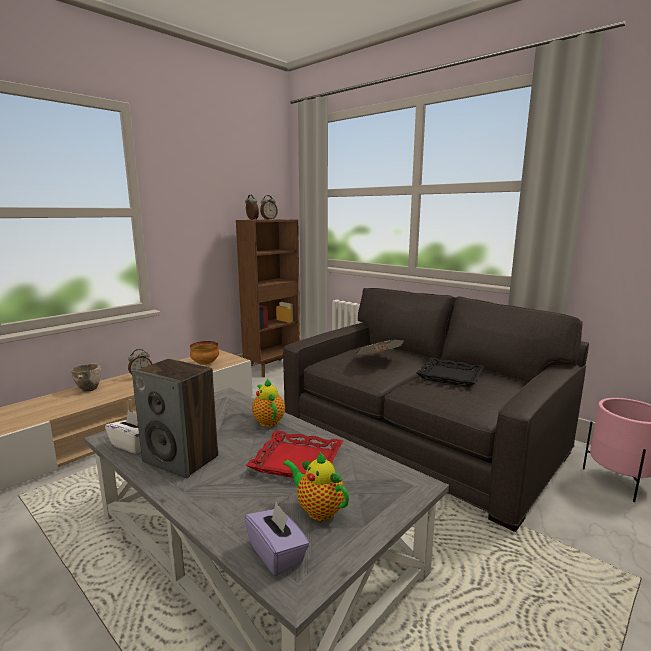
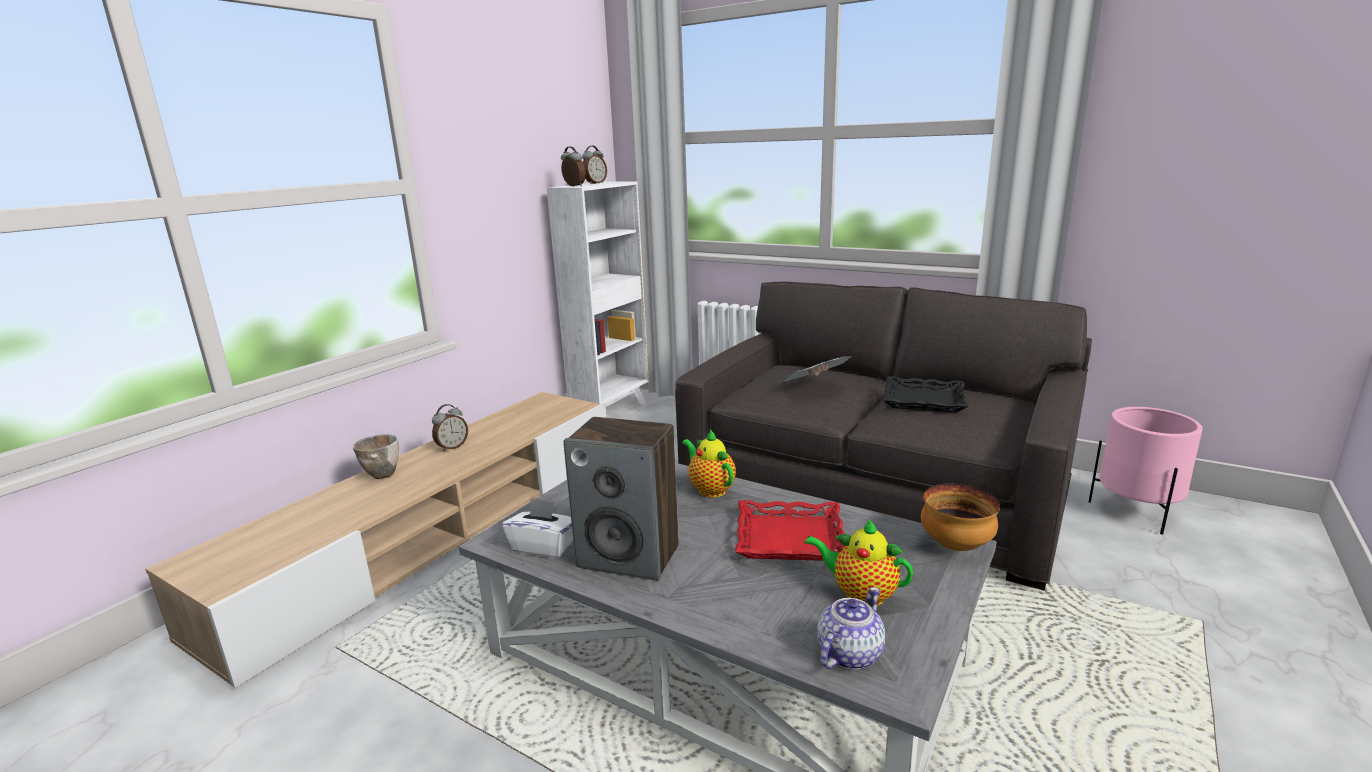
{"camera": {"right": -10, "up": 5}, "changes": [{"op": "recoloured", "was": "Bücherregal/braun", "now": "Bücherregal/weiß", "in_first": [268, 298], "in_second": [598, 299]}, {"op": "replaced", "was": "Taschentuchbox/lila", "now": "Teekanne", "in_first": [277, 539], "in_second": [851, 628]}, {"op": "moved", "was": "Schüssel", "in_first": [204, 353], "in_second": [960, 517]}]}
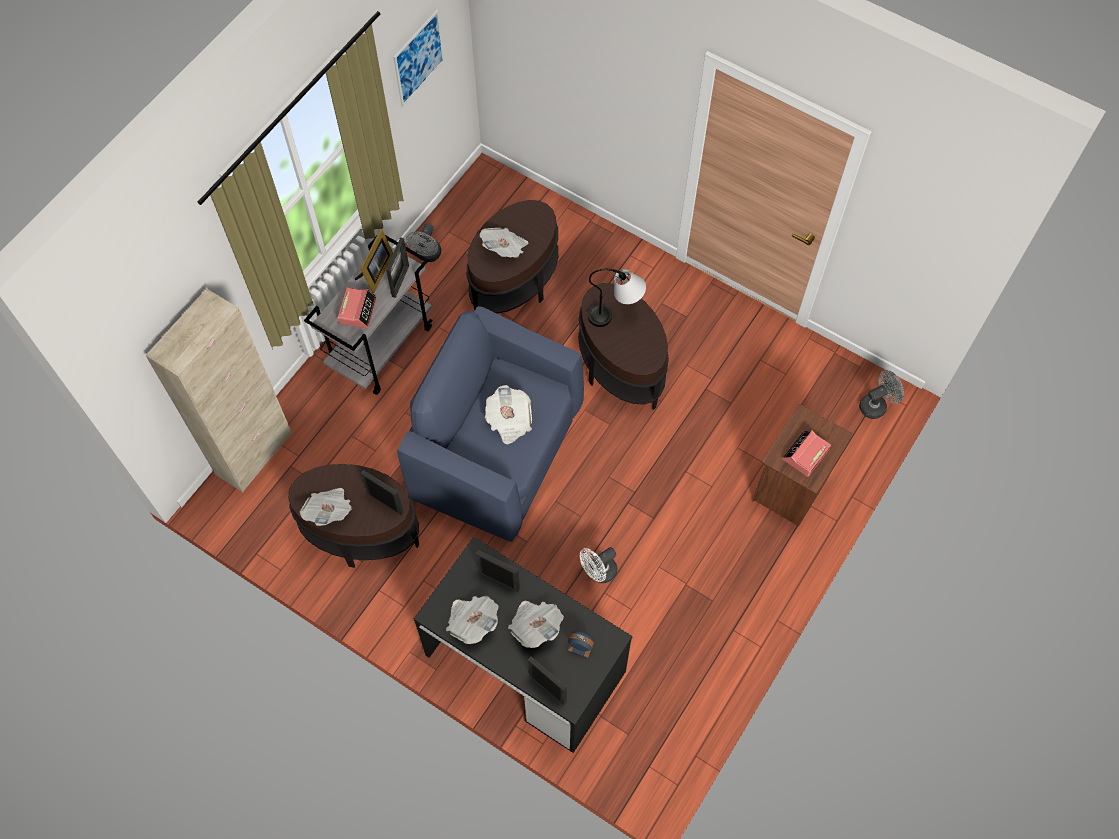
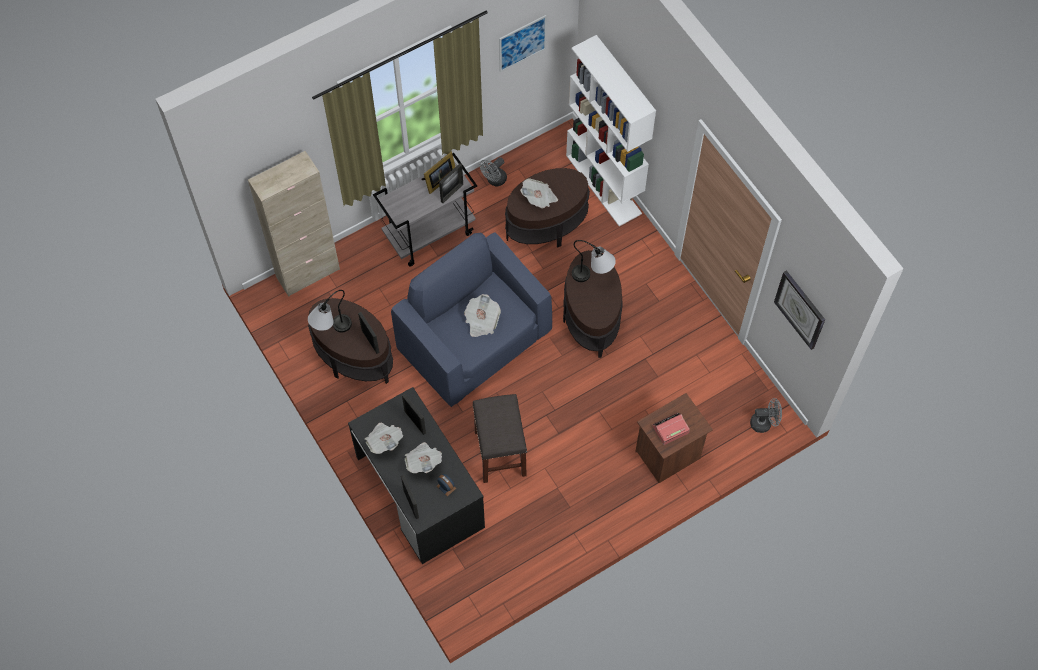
{"camera": {"right": 25, "up": 0}, "changes": [{"op": "replaced", "was": "Zeitung", "now": "Tischlampe", "in_first": [326, 507], "in_second": [330, 311]}, {"op": "replaced", "was": "Ventilator/weiß", "now": "Hocker/grau", "in_first": [599, 565], "in_second": [499, 438]}, {"op": "added", "now": "Bücherregal/weiß", "in_second": [611, 130]}, {"op": "added", "now": "Wanduhr", "in_second": [799, 310]}, {"op": "removed", "was": "Wecker", "in_first": [357, 307]}]}
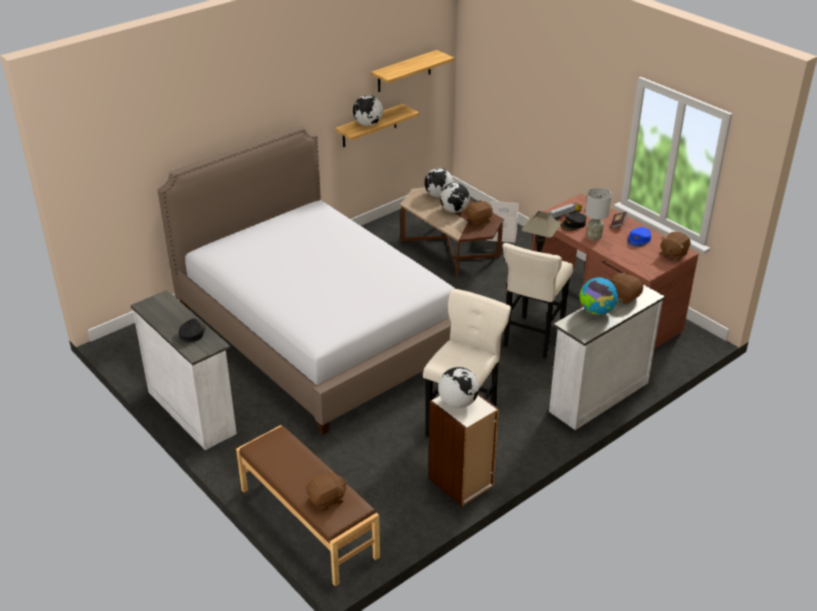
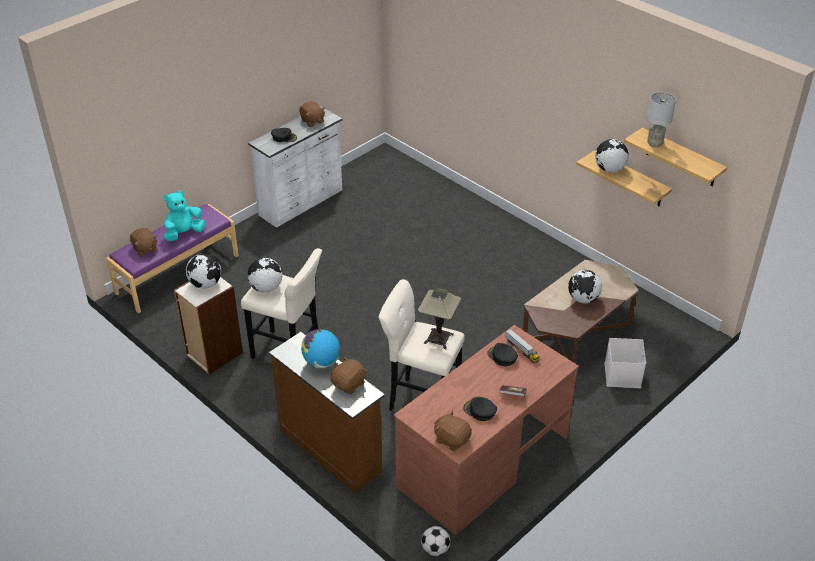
{"camera": {"right": 85, "up": 5}, "changes": [{"op": "recoloured", "was": "Bank/braun", "now": "Bank/lila", "in_first": [308, 505], "in_second": [172, 258]}, {"op": "added", "now": "Plüschtier/türkis", "in_second": [184, 215]}, {"op": "moved", "was": "Globus", "in_first": [438, 182], "in_second": [264, 275]}, {"op": "recoloured", "was": "Kommode/weiß", "now": "Kommode/braun", "in_first": [607, 357], "in_second": [327, 412]}, {"op": "moved", "was": "Plüschtier/braun", "in_first": [479, 213], "in_second": [312, 114]}, {"op": "added", "now": "Fußball", "in_second": [435, 541]}, {"op": "recoloured", "was": "Kappe/blau", "now": "Kappe/schwarz", "in_first": [639, 237], "in_second": [480, 409]}, {"op": "moved", "was": "Tischlampe/grau", "in_first": [598, 214], "in_second": [661, 119]}, {"op": "removed", "was": "Bett", "in_first": [306, 280]}]}
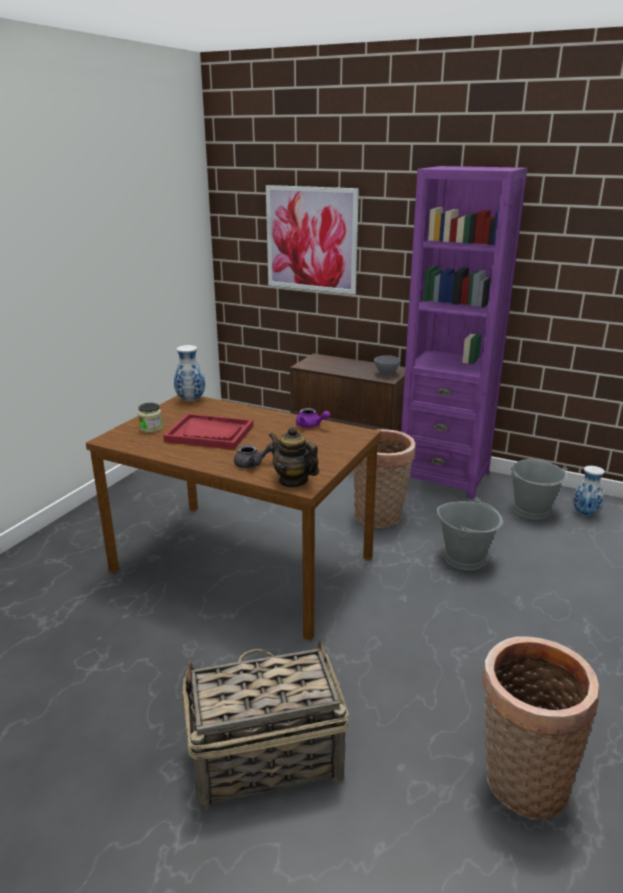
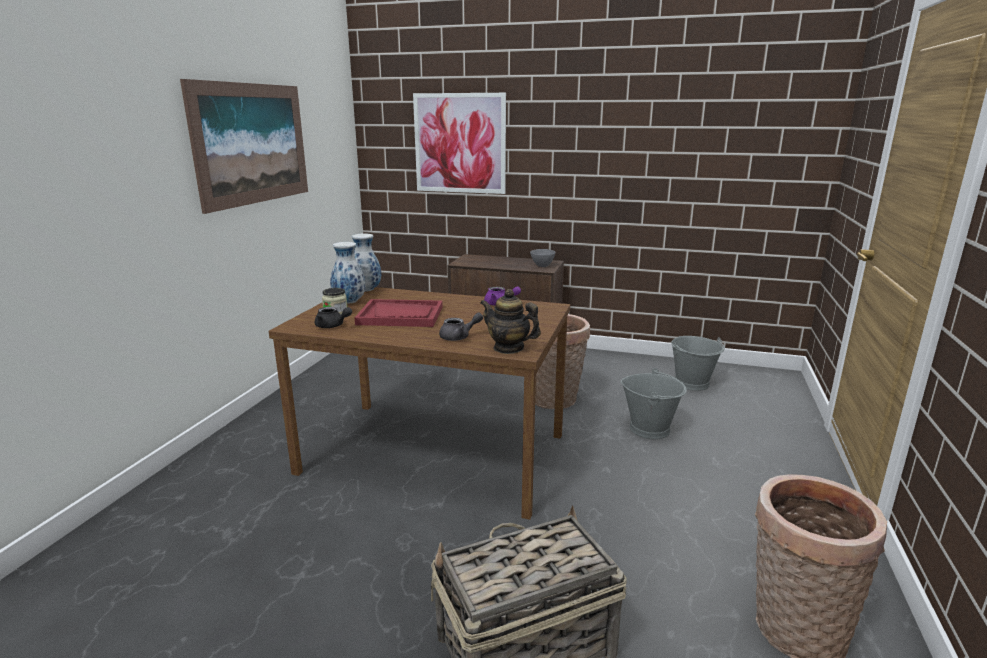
{"camera": {"right": -10, "up": -5}, "changes": [{"op": "added", "now": "Bild", "in_second": [244, 146]}, {"op": "added", "now": "Teekanne/schwarz", "in_second": [333, 317]}, {"op": "moved", "was": "Vase", "in_first": [589, 491], "in_second": [347, 273]}, {"op": "removed", "was": "Bücherregal/lila", "in_first": [464, 332]}]}
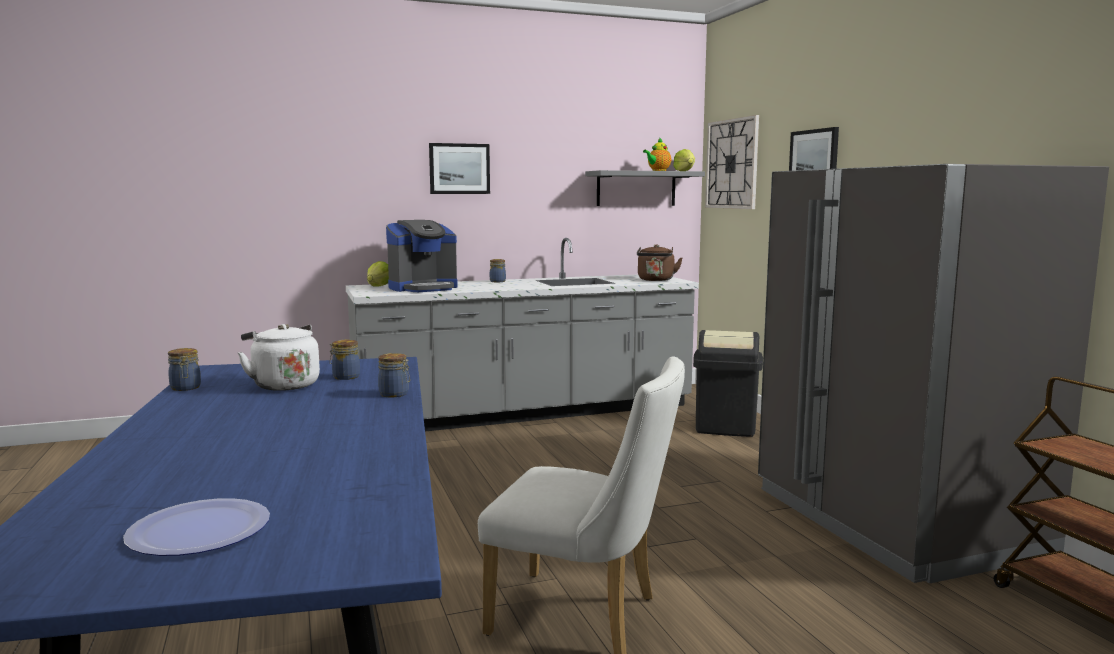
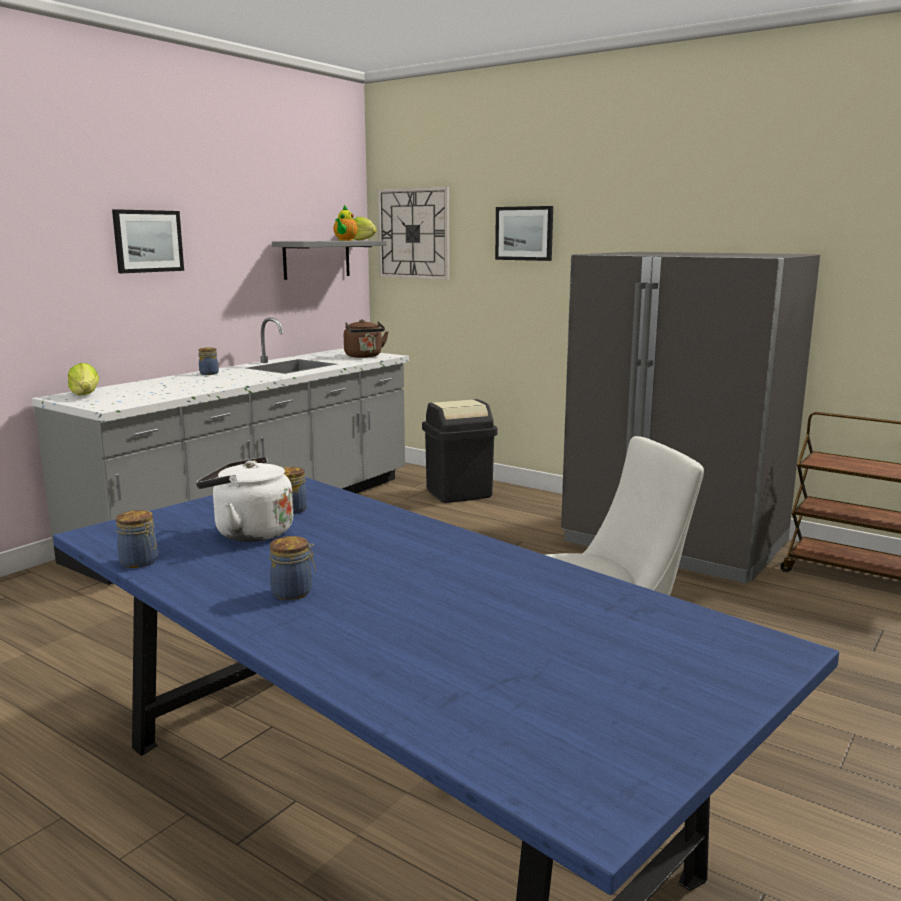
{"camera": {"right": -35, "up": 5}, "changes": [{"op": "moved", "was": "Vorratsglas", "in_first": [394, 375], "in_second": [293, 568]}, {"op": "removed", "was": "Teller", "in_first": [196, 527]}, {"op": "removed", "was": "Kaffeemaschine", "in_first": [422, 256]}]}
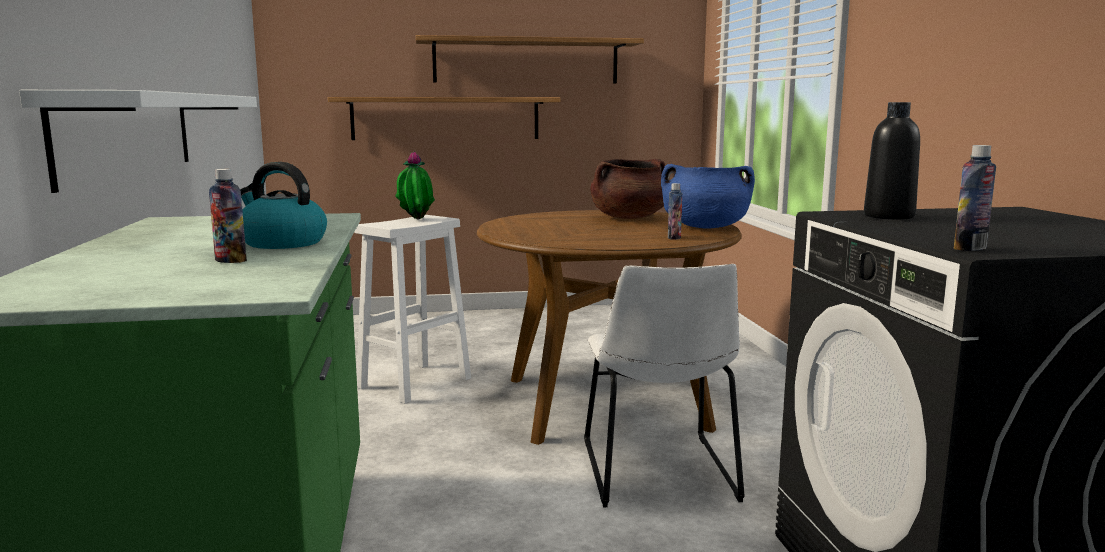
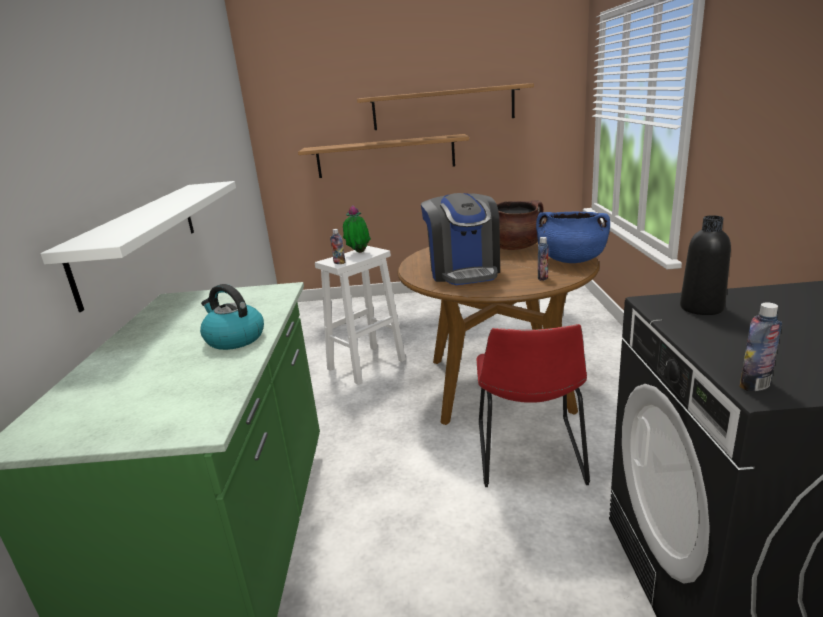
{"camera": {"right": 10, "up": 10}, "changes": [{"op": "moved", "was": "Flasche", "in_first": [228, 216], "in_second": [337, 246]}, {"op": "added", "now": "Kaffeemaschine", "in_second": [460, 239]}, {"op": "recoloured", "was": "Stuhl/weiß", "now": "Stuhl/rot", "in_first": [664, 385], "in_second": [533, 405]}]}
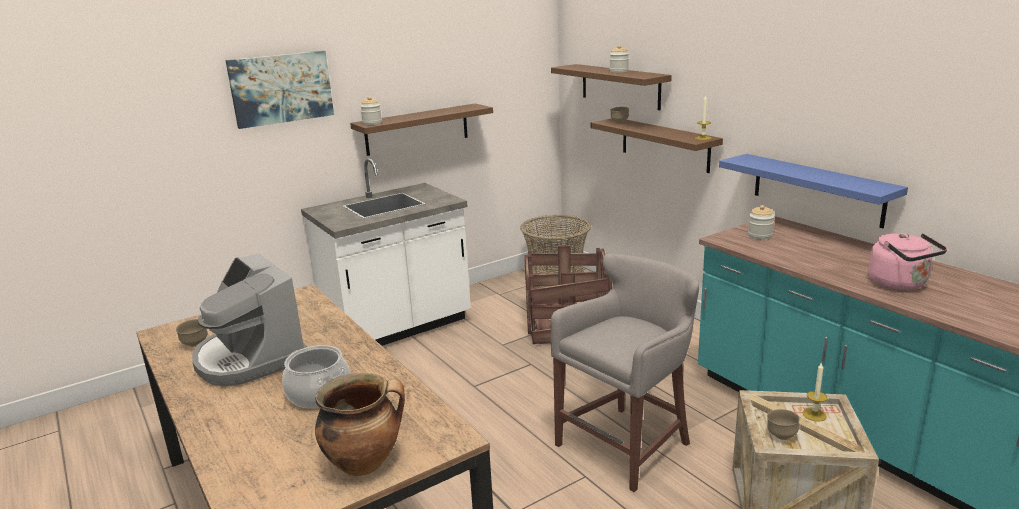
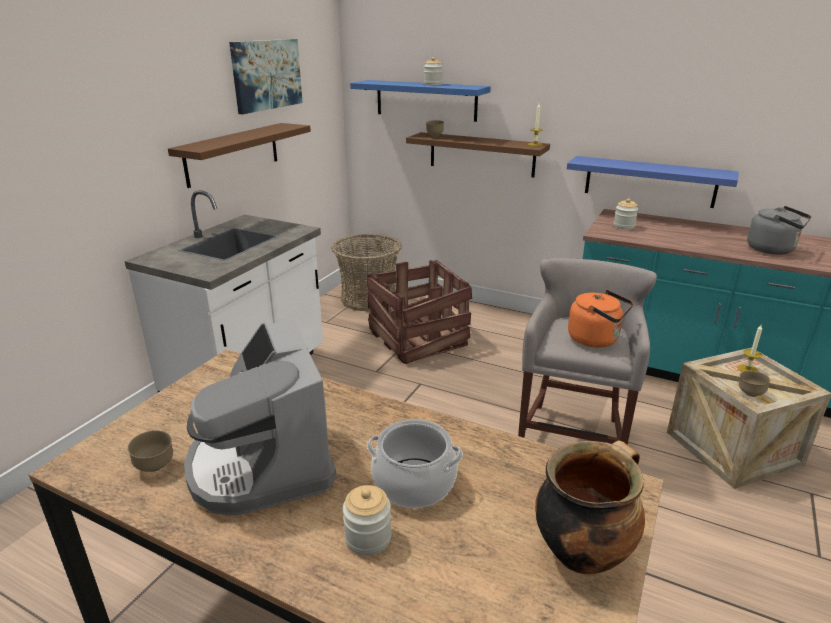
{"camera": {"right": -30, "up": 5}, "changes": [{"op": "turned", "was": "Kaffeemaschine", "in_first": [249, 320], "in_second": [260, 417], "clockwise": 45}, {"op": "moved", "was": "Bild", "in_first": [279, 90], "in_second": [266, 76]}, {"op": "moved", "was": "Vorratsglas", "in_first": [371, 110], "in_second": [367, 520]}, {"op": "recoloured", "was": "Wandregal/braun", "now": "Wandregal/blau", "in_first": [611, 87], "in_second": [420, 101]}, {"op": "added", "now": "Wasserkessel/orange", "in_second": [600, 318]}, {"op": "recoloured", "was": "Wasserkessel/rosa", "now": "Wasserkessel/grau", "in_first": [908, 261], "in_second": [779, 230]}]}
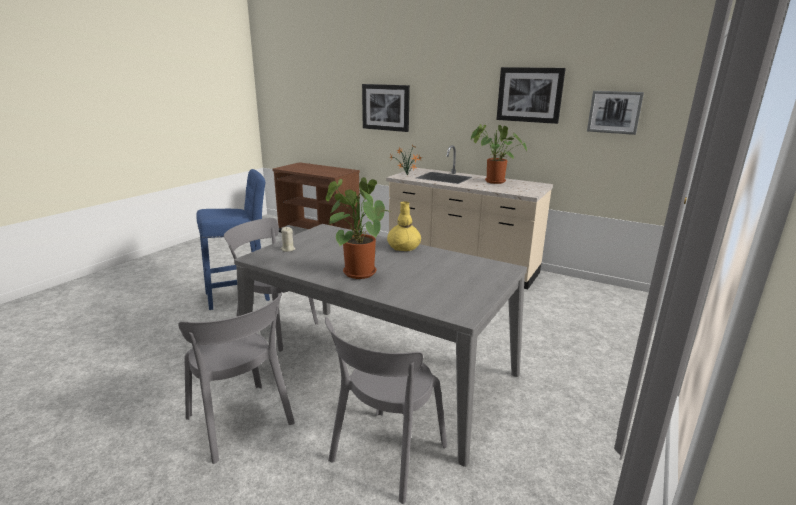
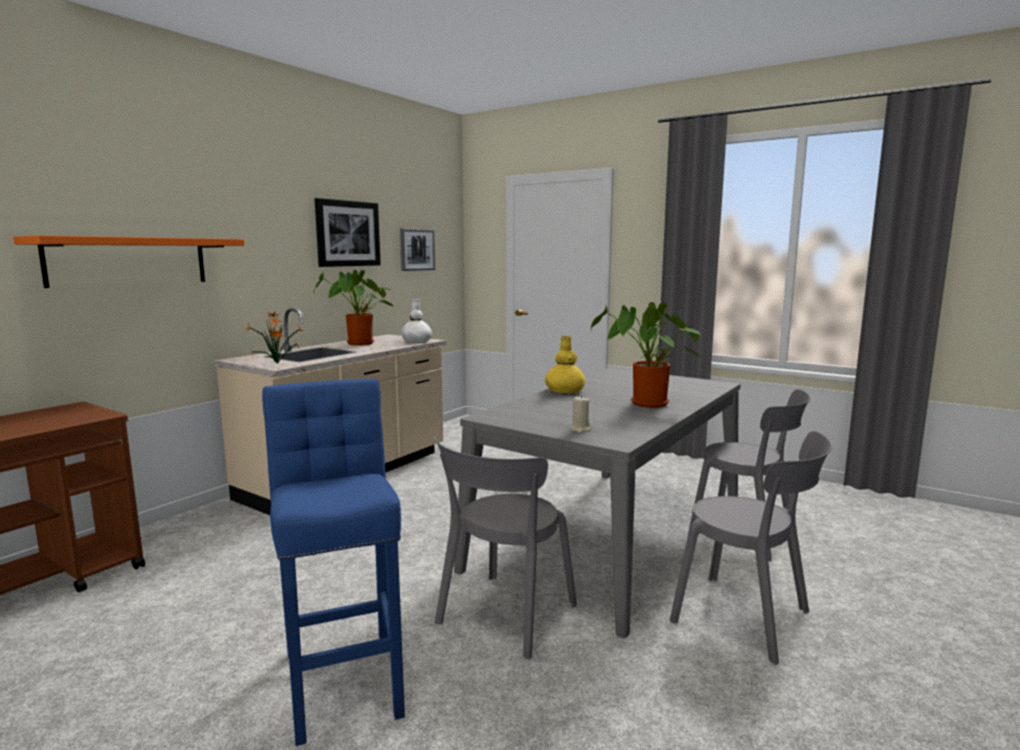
{"camera": {"right": -85, "up": -10}, "changes": [{"op": "replaced", "was": "Bild", "now": "Wandregal/orange", "in_first": [386, 108], "in_second": [129, 261]}, {"op": "added", "now": "Vase/weiß", "in_second": [416, 320]}, {"op": "turned", "was": "Stuhl/grau", "in_first": [236, 377], "in_second": [751, 548], "clockwise": 75}]}
